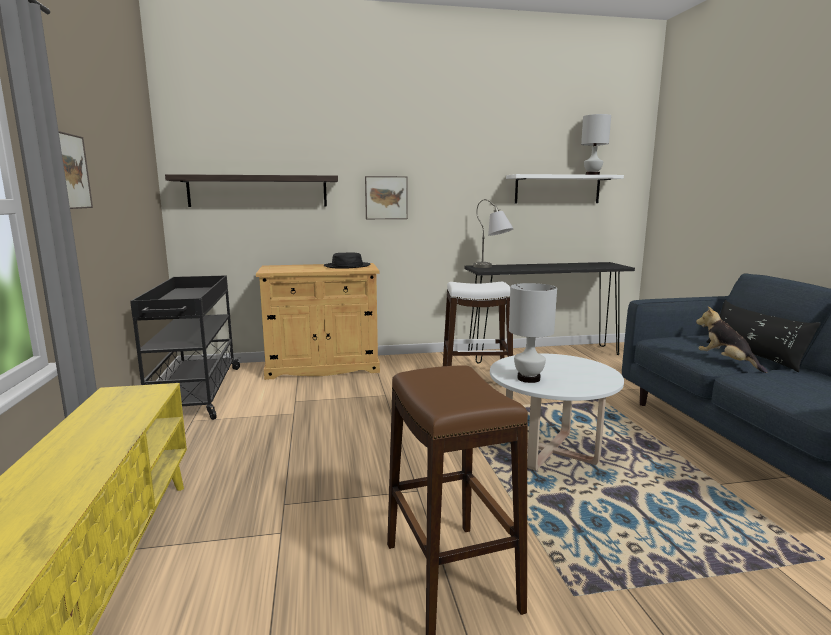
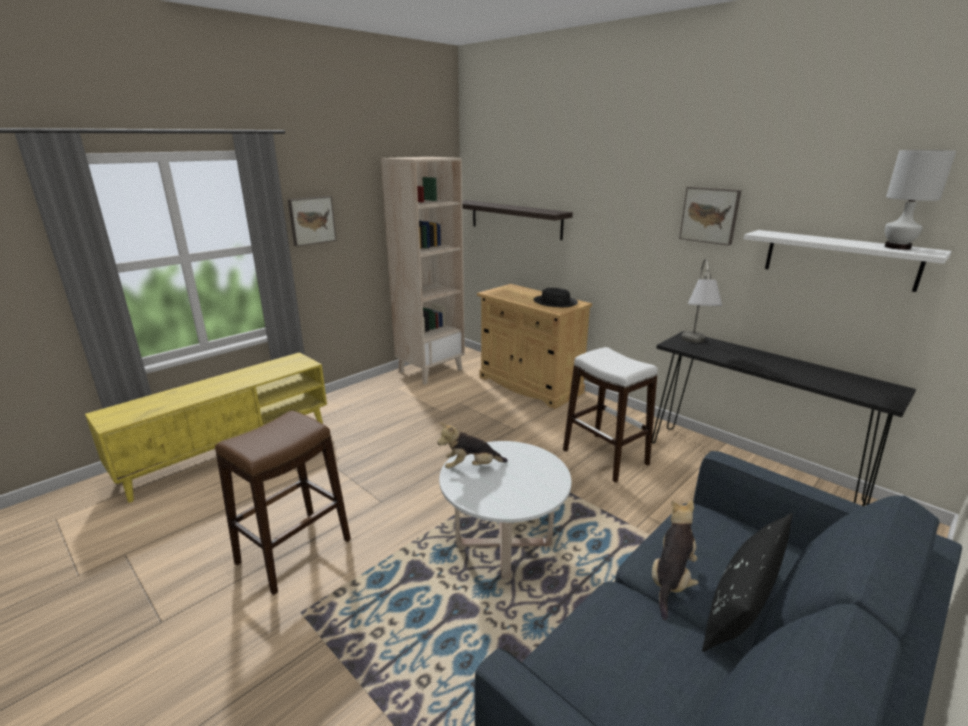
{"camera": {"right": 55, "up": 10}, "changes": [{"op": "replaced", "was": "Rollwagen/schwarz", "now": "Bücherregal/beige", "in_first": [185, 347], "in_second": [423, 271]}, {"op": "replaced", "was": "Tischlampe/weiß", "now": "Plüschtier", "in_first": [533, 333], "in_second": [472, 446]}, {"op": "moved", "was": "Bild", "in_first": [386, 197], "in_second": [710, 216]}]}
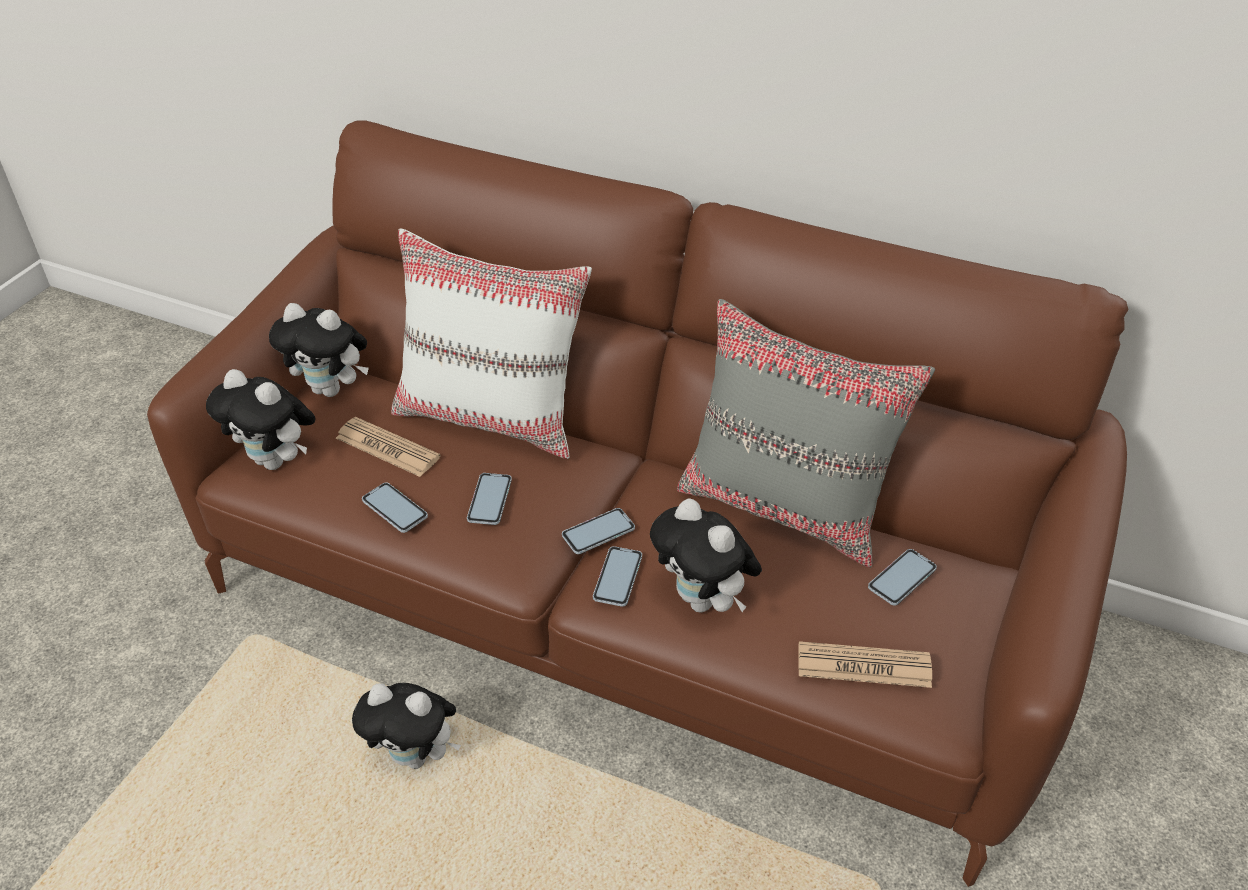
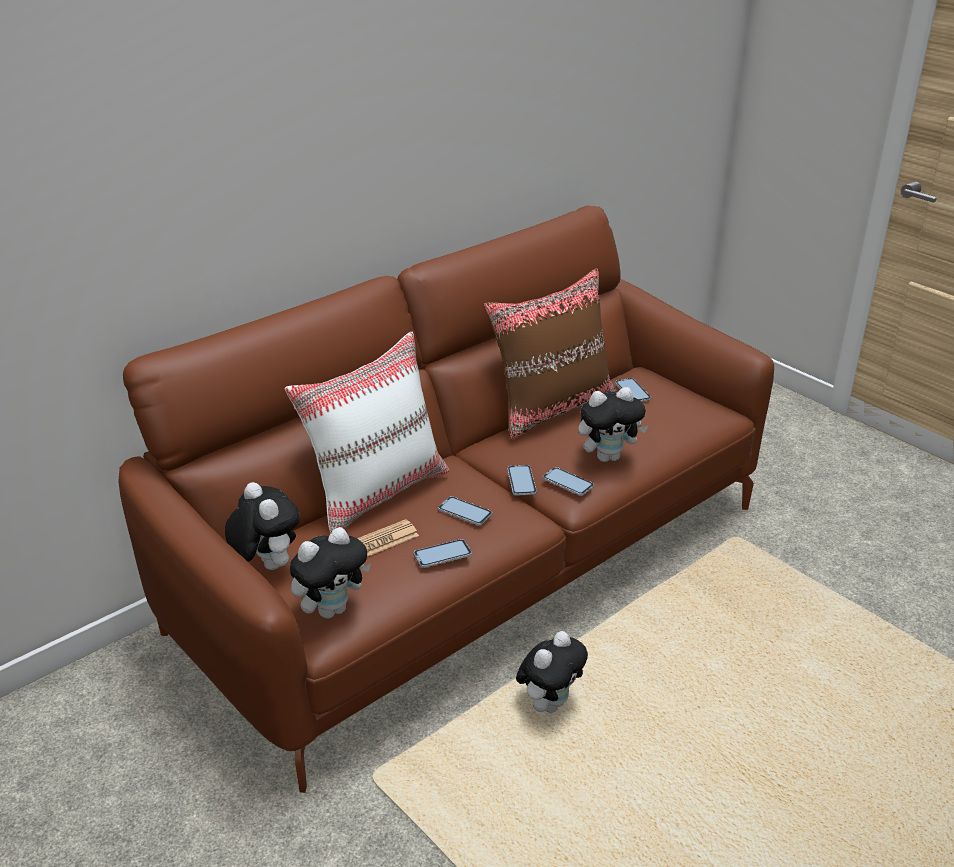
{"camera": {"right": -65, "up": -10}, "changes": [{"op": "turned", "was": "Plüschtier", "in_first": [319, 350], "in_second": [262, 526], "clockwise": -75}, {"op": "recoloured", "was": "Kissen/grau", "now": "Kissen/braun", "in_first": [806, 433], "in_second": [550, 354]}, {"op": "removed", "was": "Zeitung", "in_first": [865, 664]}]}
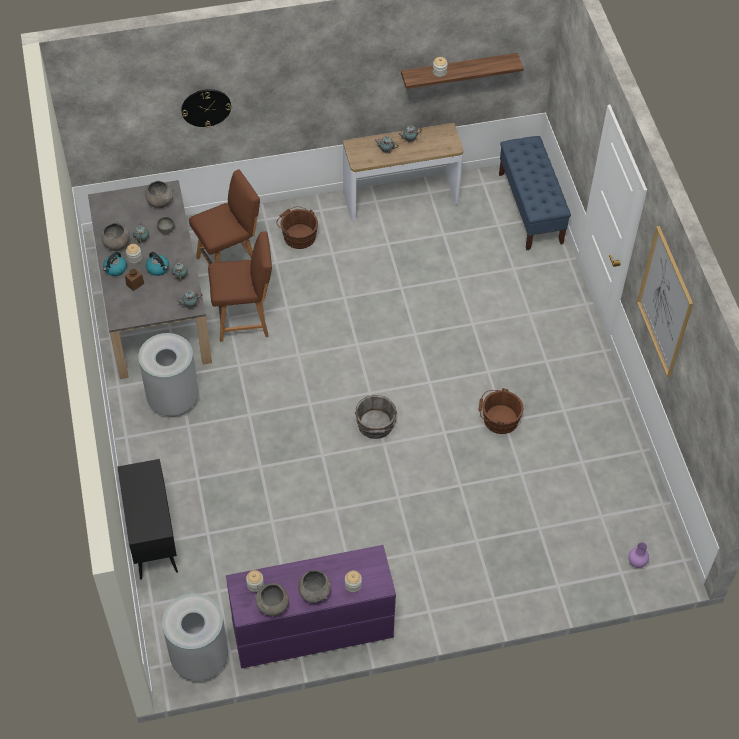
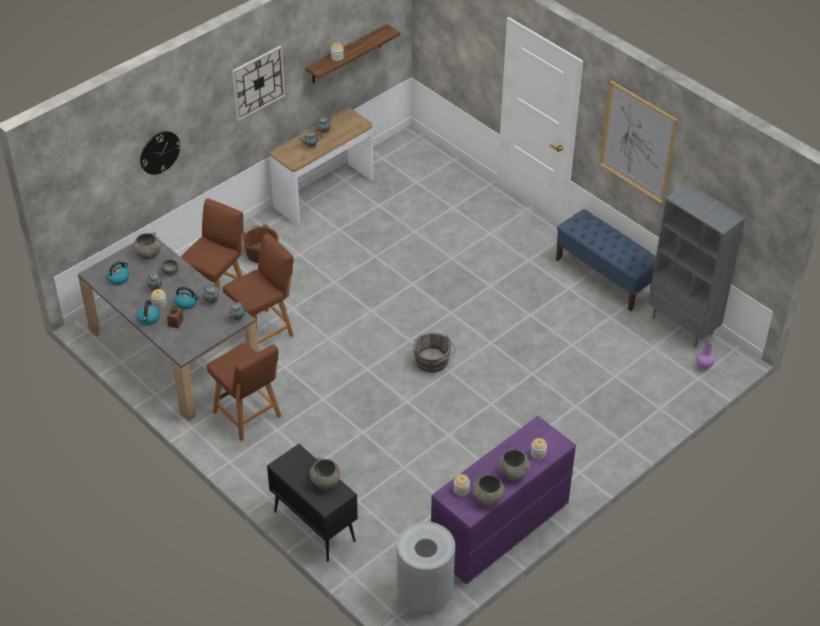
{"camera": {"right": -30, "up": -10}, "changes": [{"op": "added", "now": "Wasserkessel", "in_second": [117, 273]}, {"op": "replaced", "was": "Mülleimer/grau", "now": "Stuhl/braun", "in_first": [168, 375], "in_second": [244, 392]}, {"op": "added", "now": "Wanduhr", "in_second": [258, 83]}, {"op": "moved", "was": "Schüssel/grau", "in_first": [115, 235], "in_second": [325, 473]}, {"op": "moved", "was": "Bank/blau", "in_first": [535, 193], "in_second": [606, 260]}, {"op": "added", "now": "Bücherregal/grau", "in_second": [696, 265]}, {"op": "removed", "was": "Eimer/braun", "in_first": [500, 411]}]}
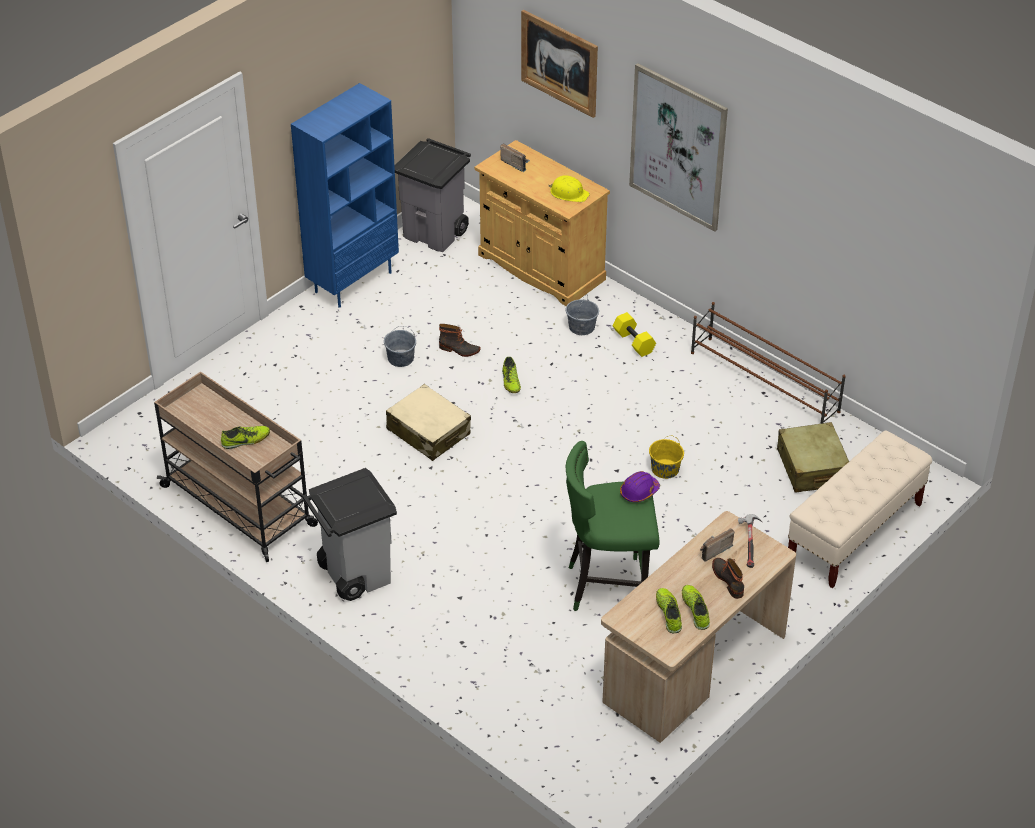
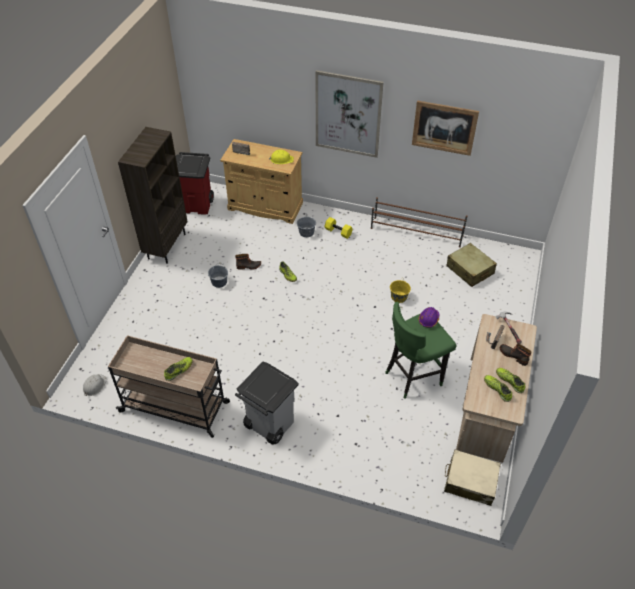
{"camera": {"right": -25, "up": 5}, "changes": [{"op": "added", "now": "Schutzhelm/weiß", "in_second": [95, 385]}, {"op": "recoloured", "was": "Bücherregal/blau", "now": "Bücherregal/braun", "in_first": [345, 195], "in_second": [153, 195]}, {"op": "recoloured", "was": "Mülleimer/grau", "now": "Mülleimer/rot", "in_first": [432, 195], "in_second": [195, 183]}, {"op": "moved", "was": "Bild", "in_first": [559, 63], "in_second": [445, 128]}, {"op": "moved", "was": "Koffer/beige", "in_first": [428, 422], "in_second": [472, 478]}, {"op": "removed", "was": "Bank/beige", "in_first": [860, 509]}]}
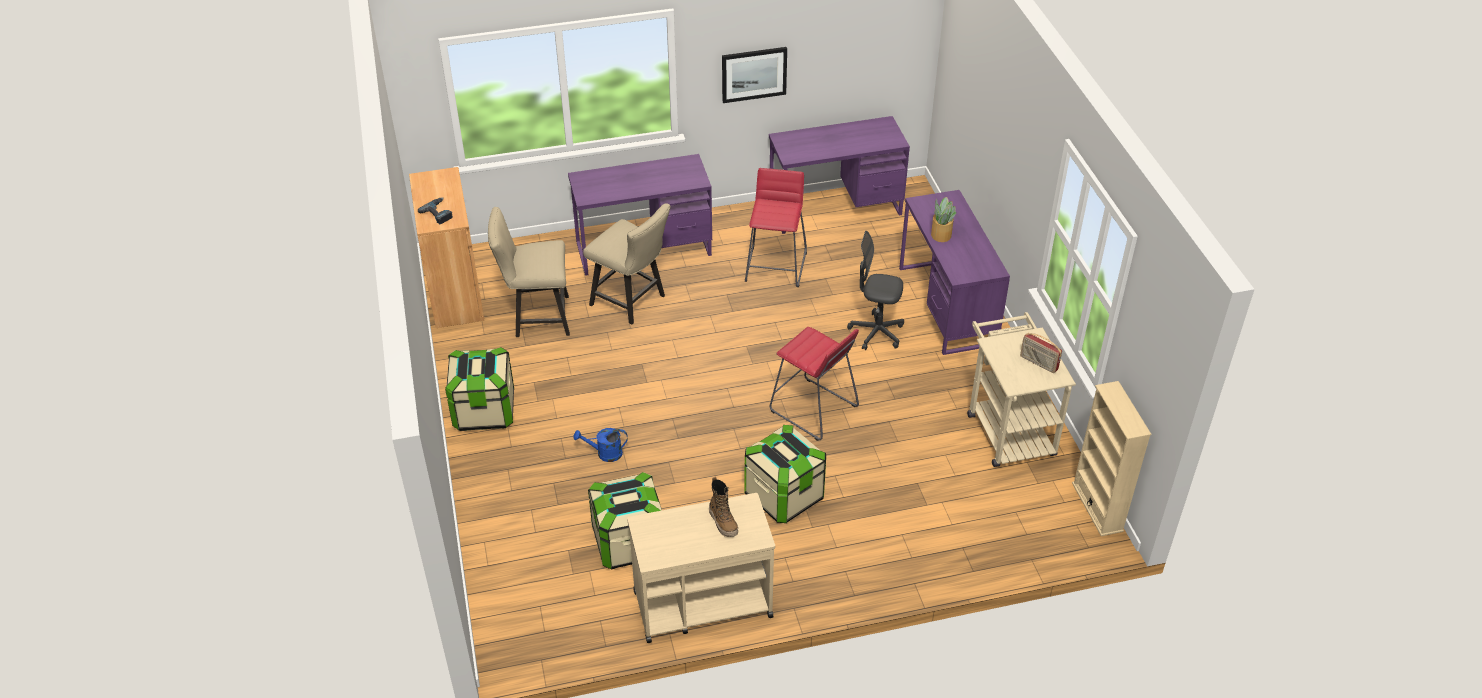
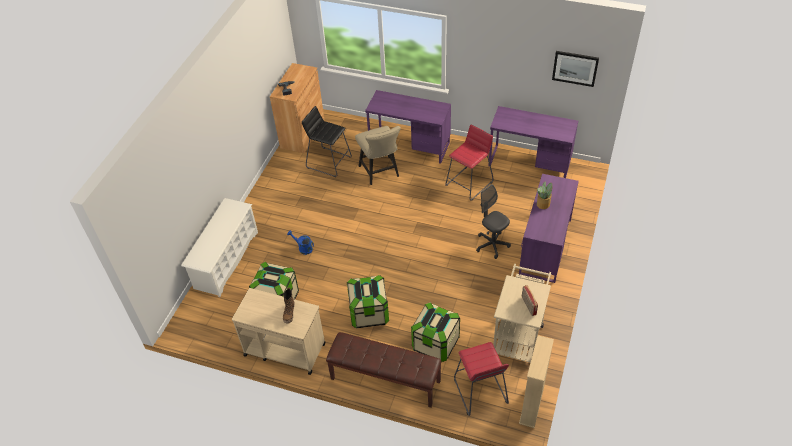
{"camera": {"right": 35, "up": 5}, "changes": [{"op": "added", "now": "Schuhregal/weiß", "in_second": [219, 247]}, {"op": "replaced", "was": "Stuhl/beige", "now": "Hocker/schwarz", "in_first": [529, 272], "in_second": [327, 141]}, {"op": "added", "now": "Bank/braun", "in_second": [384, 370]}, {"op": "moved", "was": "Aufbewahrungsbox", "in_first": [479, 389], "in_second": [435, 332]}, {"op": "moved", "was": "Hocker/rot", "in_first": [814, 384], "in_second": [481, 379]}, {"op": "moved", "was": "Bild", "in_first": [754, 75], "in_second": [575, 69]}]}
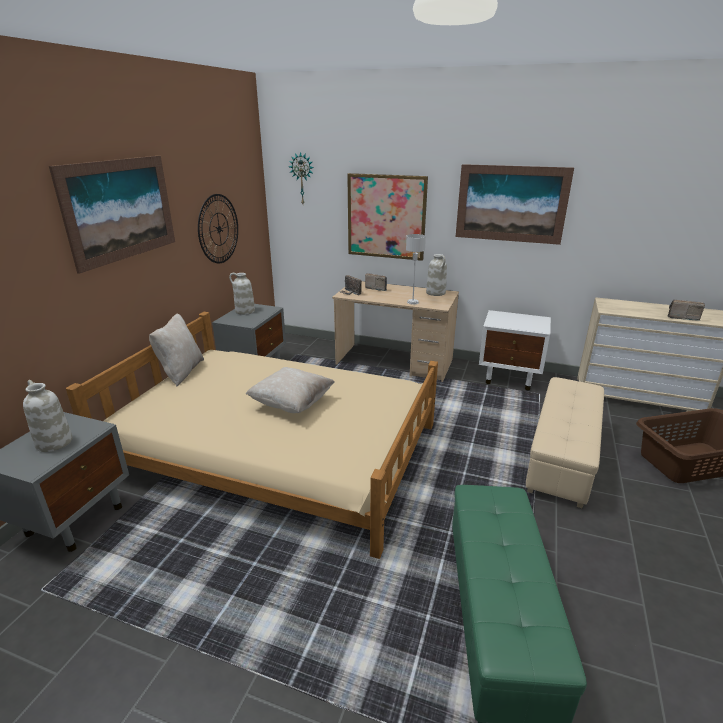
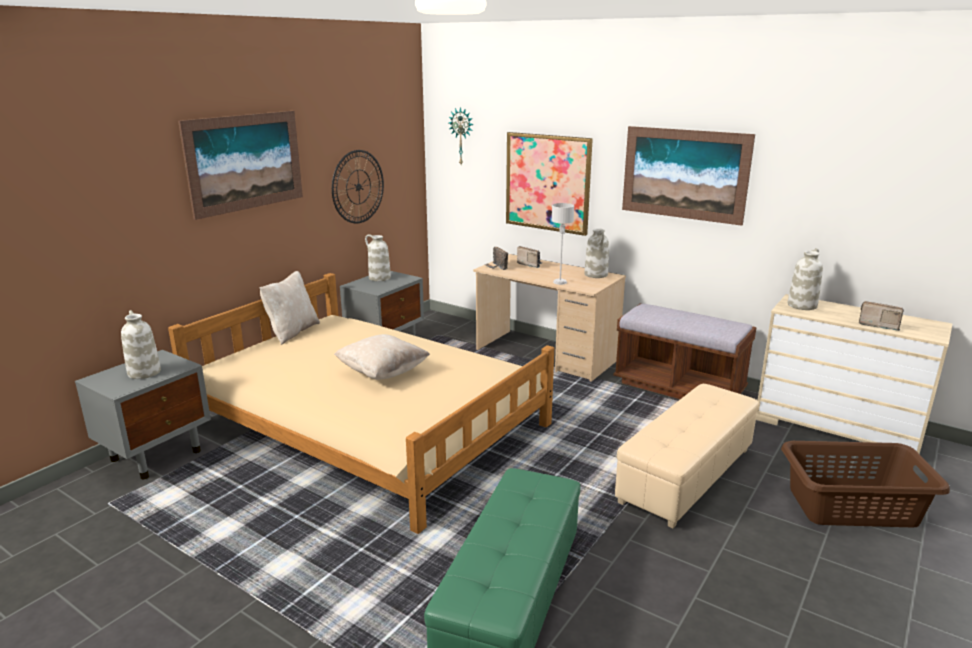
{"camera": {"right": 15, "up": -5}, "changes": [{"op": "replaced", "was": "Nachttisch/weiß", "now": "Bank/braun", "in_first": [515, 350], "in_second": [685, 351]}, {"op": "added", "now": "Vase/weiß", "in_second": [805, 279]}]}
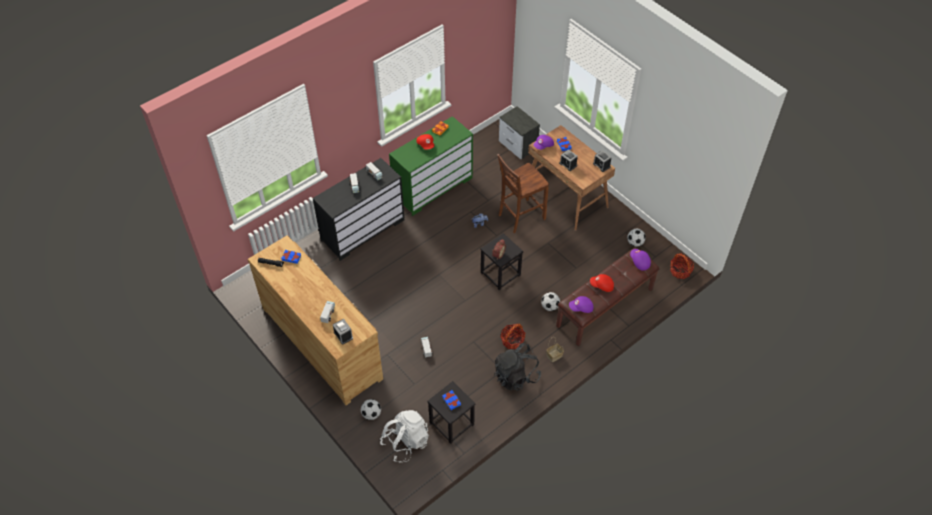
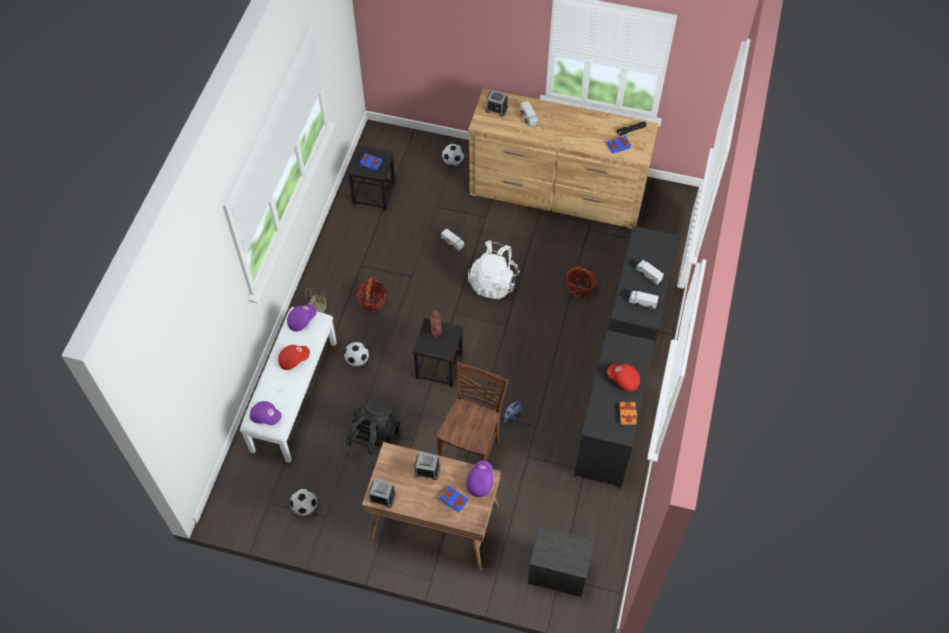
{"camera": {"right": 145, "up": 5}, "changes": [{"op": "recoloured", "was": "Bank/braun", "now": "Bank/weiß", "in_first": [607, 297], "in_second": [288, 385]}, {"op": "moved", "was": "Rucksack/schwarz", "in_first": [517, 367], "in_second": [372, 434]}, {"op": "moved", "was": "Rucksack/weiß", "in_first": [404, 436], "in_second": [494, 269]}, {"op": "moved", "was": "Korb", "in_first": [682, 266], "in_second": [581, 282]}, {"op": "recoloured", "was": "Kommode/grün", "now": "Kommode/schwarz", "in_first": [431, 166], "in_second": [614, 409]}]}
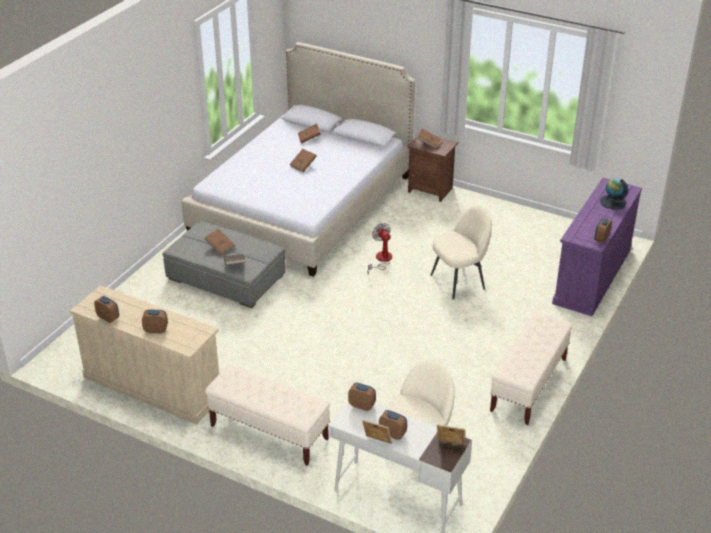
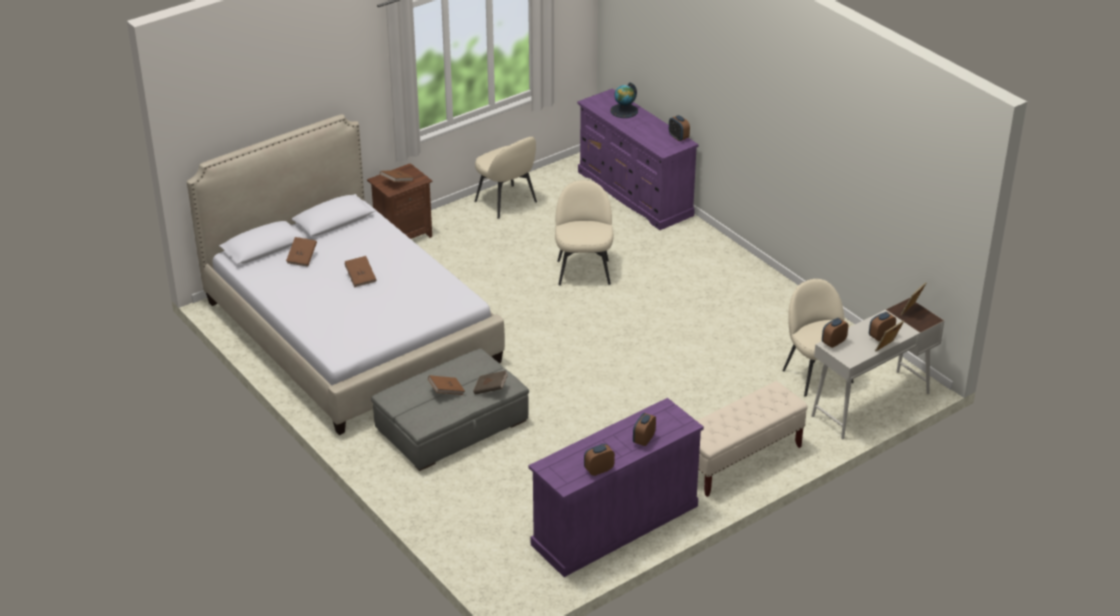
{"camera": {"right": -65, "up": 0}, "changes": [{"op": "added", "now": "Stuhl/beige", "in_second": [506, 178]}, {"op": "recoloured", "was": "Kommode/beige", "now": "Kommode/lila", "in_first": [144, 354], "in_second": [616, 487]}, {"op": "removed", "was": "Ventilator", "in_first": [379, 248]}, {"op": "removed", "was": "Bank/beige", "in_first": [531, 368]}]}
